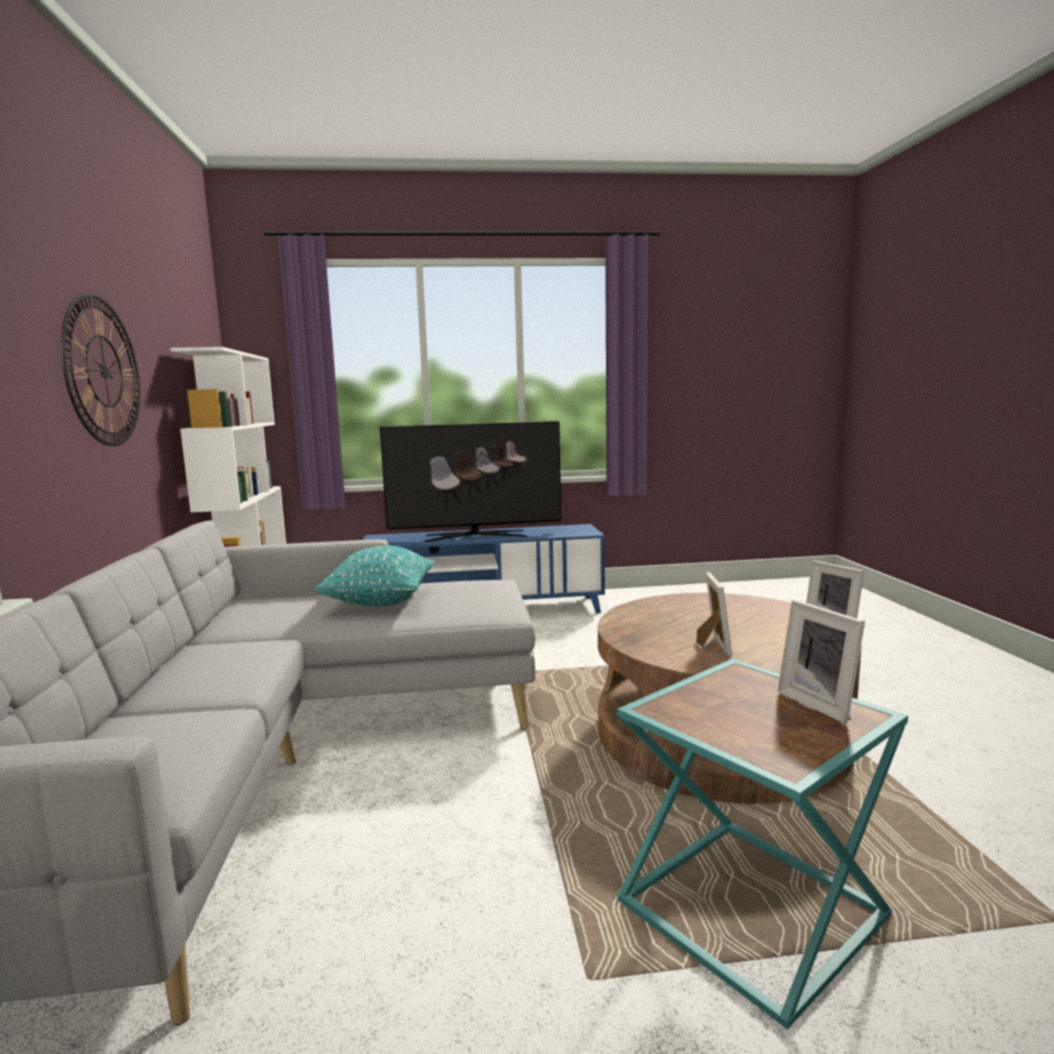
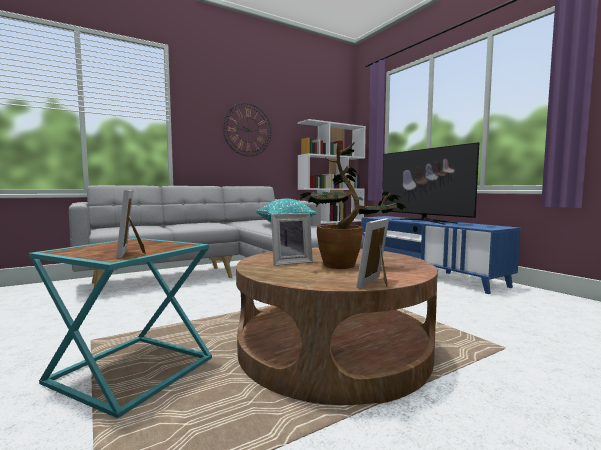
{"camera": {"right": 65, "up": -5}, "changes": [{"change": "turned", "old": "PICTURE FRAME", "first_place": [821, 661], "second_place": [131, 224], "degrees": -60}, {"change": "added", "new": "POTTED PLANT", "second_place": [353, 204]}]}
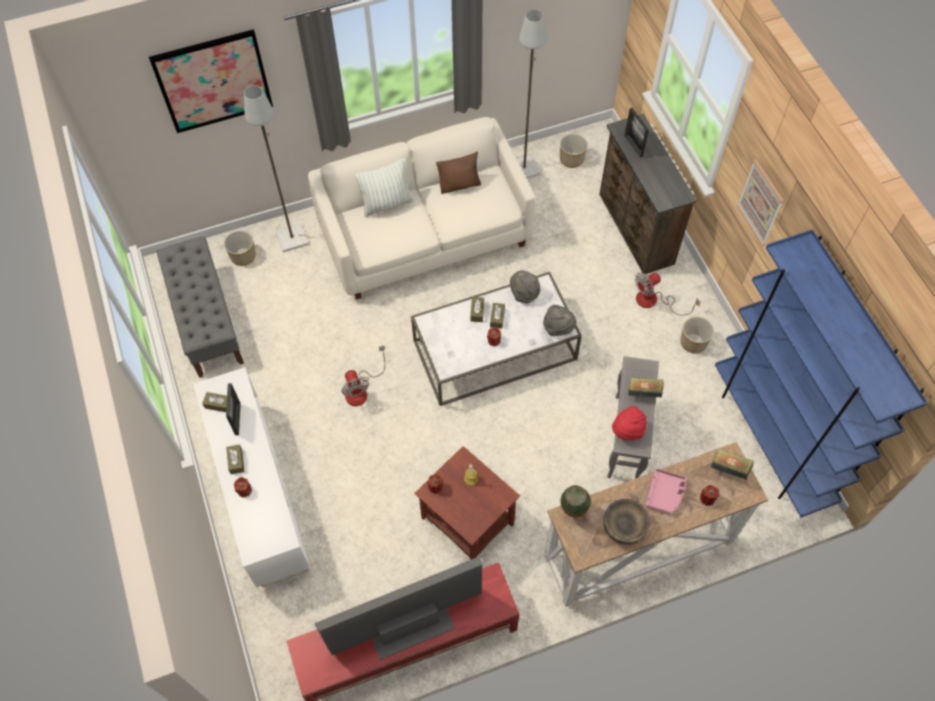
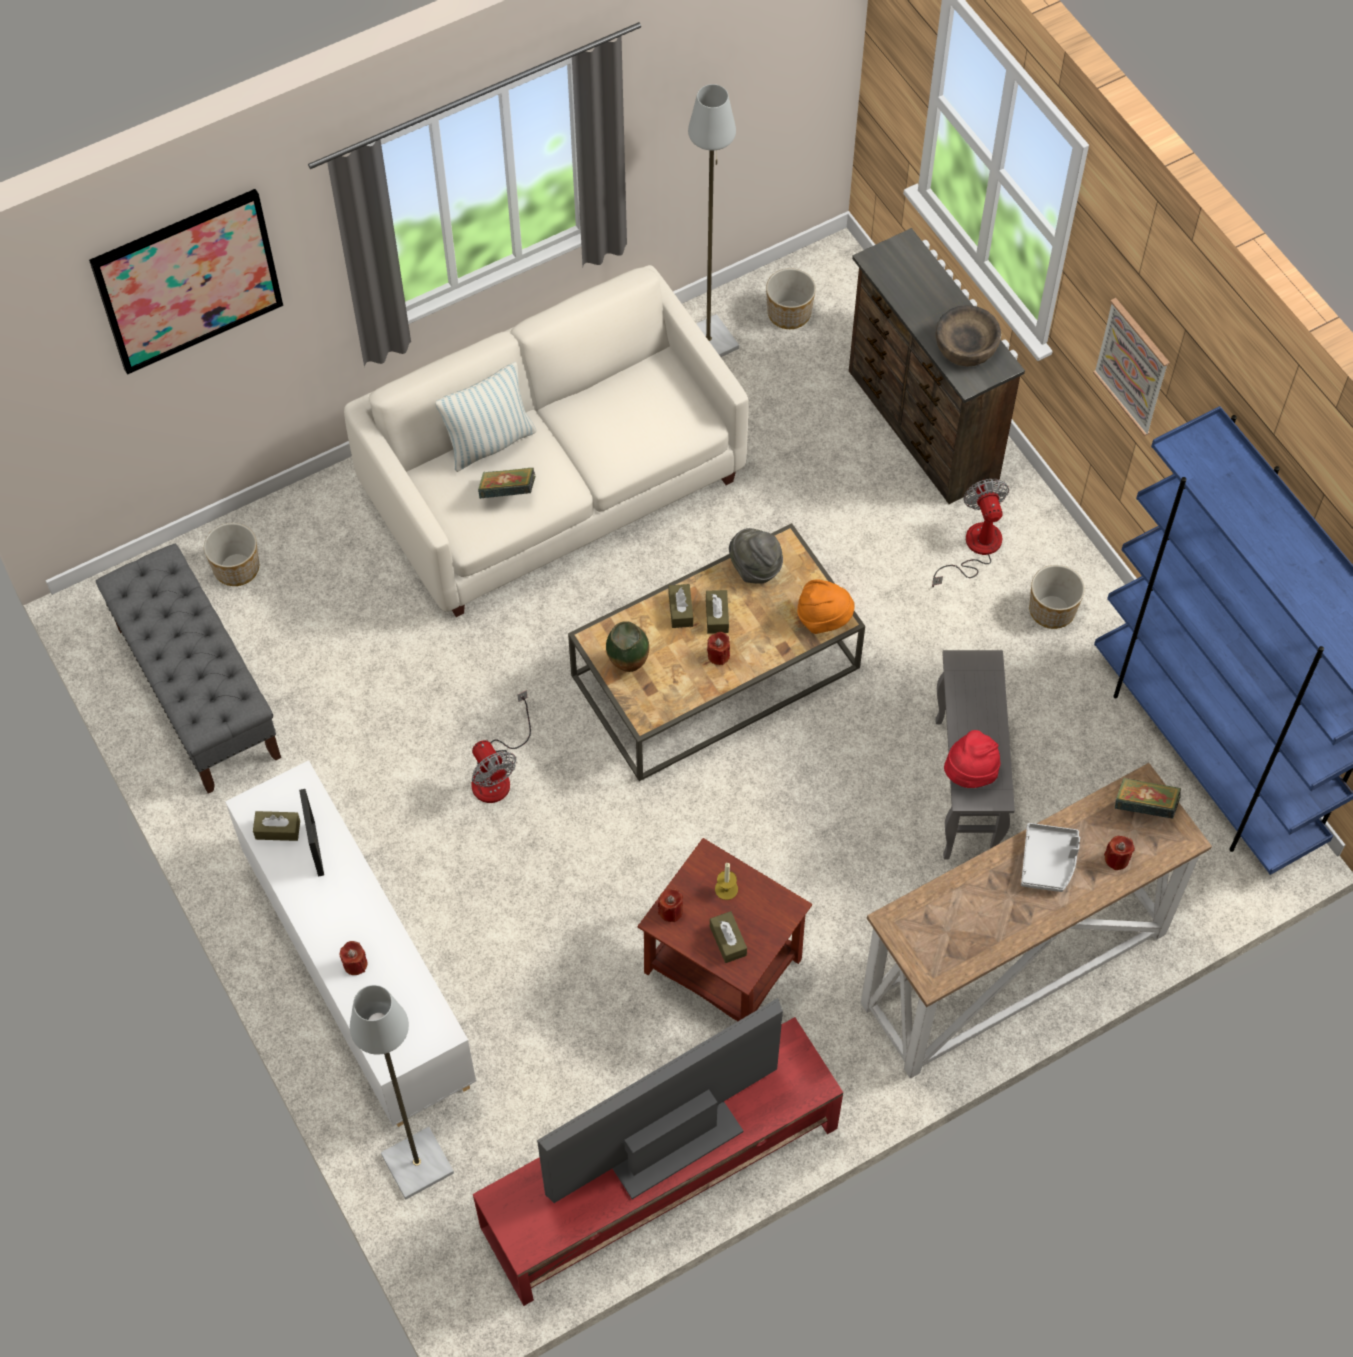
{"camera": {"right": -10, "up": 0}, "changes": [{"change": "moved", "old": "GREY FLOOR LAMP", "first_place": [276, 168], "second_place": [402, 1092]}, {"change": "moved", "old": "BOOK", "first_place": [646, 387], "second_place": [506, 483]}, {"change": "recoloured", "old": "WHITE COFFEE TABLE", "new": "BROWN COFFEE TABLE", "first_place": [496, 339], "second_place": [716, 652]}, {"change": "moved", "old": "VASE", "first_place": [575, 501], "second_place": [627, 646]}, {"change": "moved", "old": "BROWN TISSUE BOX", "first_place": [235, 459], "second_place": [728, 937]}, {"change": "recoloured", "old": "GREY HAT", "new": "ORANGE HAT", "first_place": [560, 320], "second_place": [826, 606]}, {"change": "turned", "old": "FAN", "first_place": [668, 294], "second_place": [970, 533], "degrees": 120}, {"change": "moved", "old": "BROWN BOWL", "first_place": [626, 522], "second_place": [968, 336]}, {"change": "recoloured", "old": "PINK TRAY", "new": "GREY TRAY", "first_place": [666, 491], "second_place": [1050, 857]}, {"change": "removed", "old": "BROWN PILLOW", "first_place": [458, 173]}, {"change": "removed", "old": "PICTURE FRAME", "first_place": [636, 133]}]}
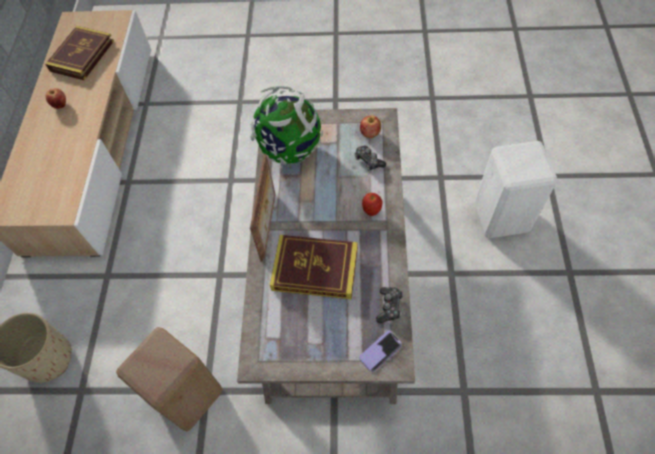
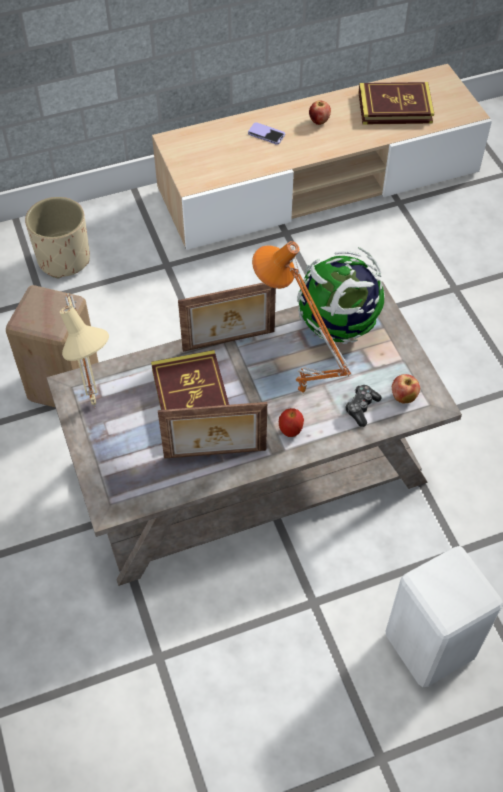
{"camera": {"right": 65, "up": -5}, "changes": [{"change": "added", "new": "BEIGE TABLE LAMP", "second_place": [84, 350]}, {"change": "added", "new": "PICTURE FRAME", "second_place": [212, 430]}, {"change": "moved", "old": "PHONE", "first_place": [380, 351], "second_place": [266, 133]}, {"change": "added", "new": "ORANGE TABLE LAMP", "second_place": [301, 318]}, {"change": "removed", "old": "GAME CONTROLLER", "first_place": [389, 305]}]}
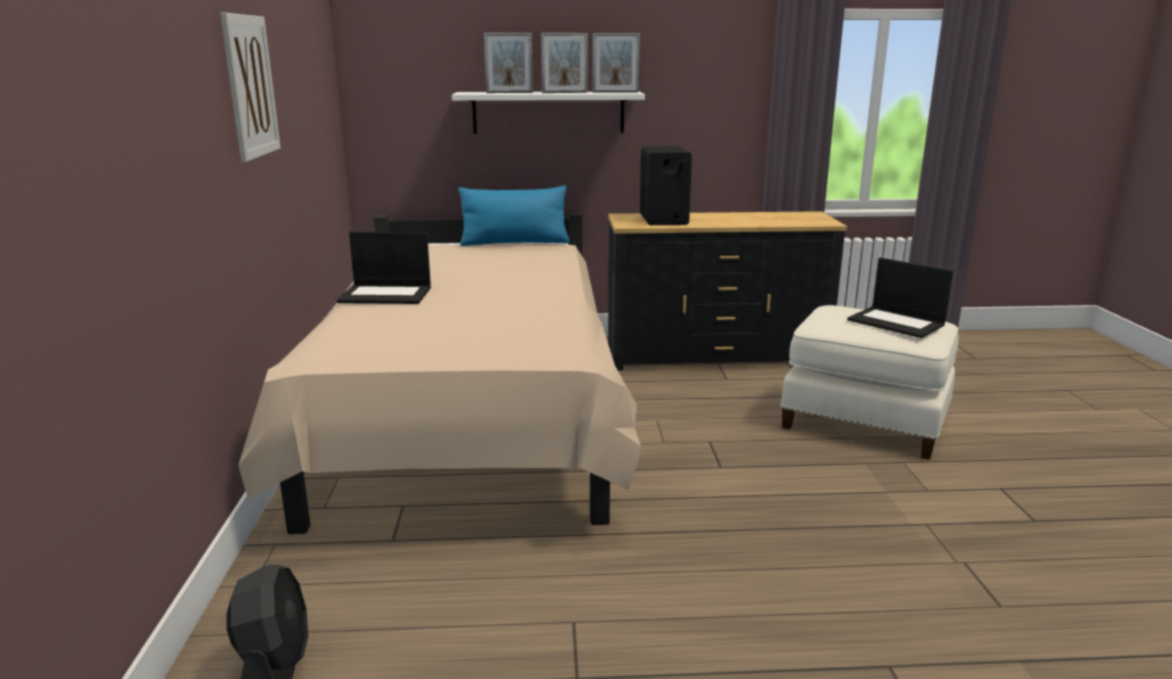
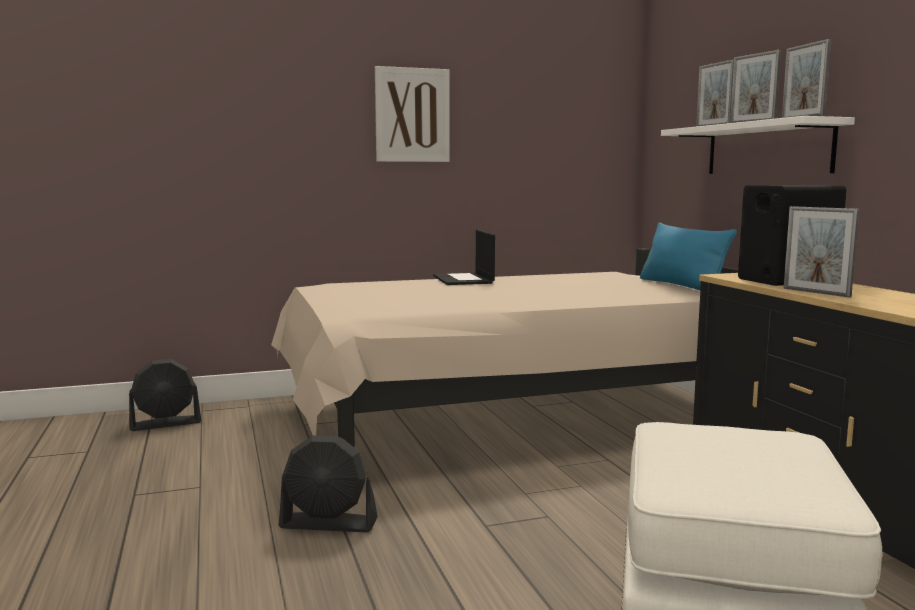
{"camera": {"right": 75, "up": -10}, "changes": [{"change": "added", "new": "BLACK FAN", "second_place": [328, 484]}, {"change": "added", "new": "PICTURE FRAME", "second_place": [821, 251]}, {"change": "removed", "old": "LAPTOP", "first_place": [900, 297]}]}
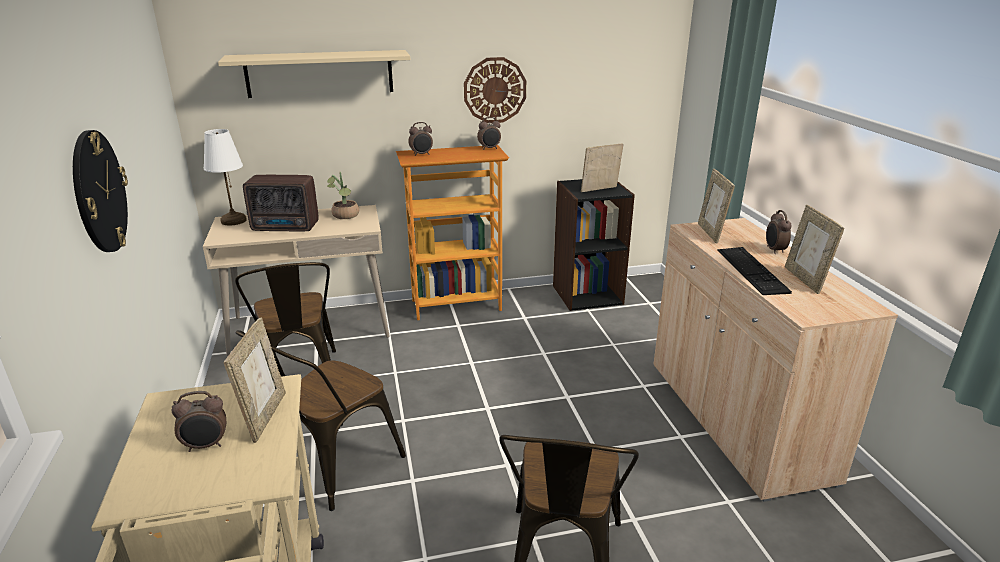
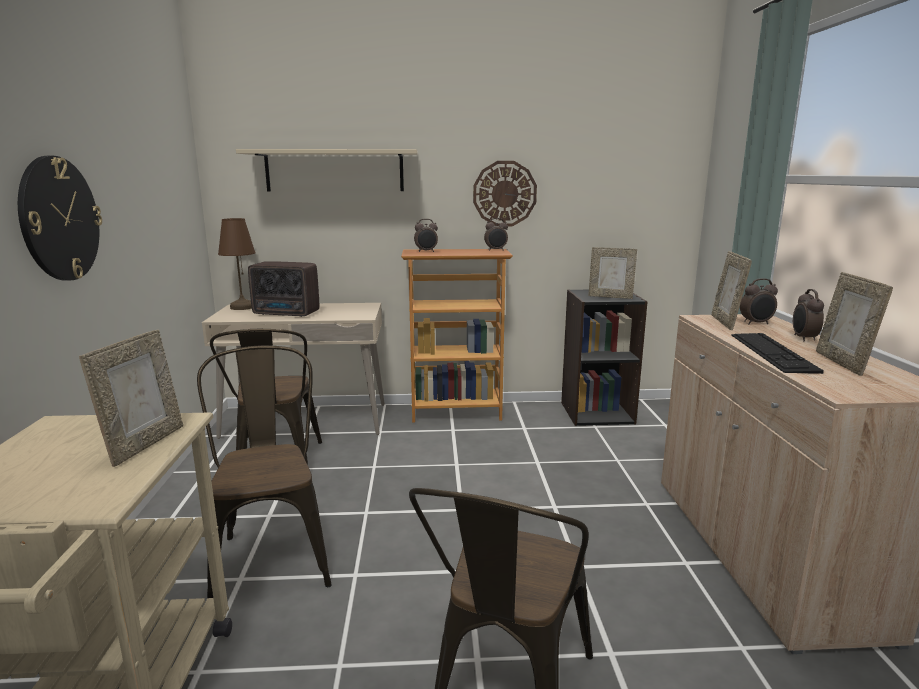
{"camera": {"right": 10, "up": -10}, "changes": [{"change": "turned", "old": "BROWN CHAIR", "first_place": [321, 420], "second_place": [264, 471], "degrees": 120}, {"change": "recoloured", "old": "WHITE TABLE LAMP", "new": "BROWN TABLE LAMP", "first_place": [225, 177], "second_place": [236, 264]}, {"change": "turned", "old": "PICTURE FRAME", "first_place": [602, 167], "second_place": [612, 273], "degrees": -150}, {"change": "moved", "old": "ALARM CLOCK", "first_place": [199, 421], "second_place": [759, 301]}, {"change": "removed", "old": "POTTED PLANT", "first_place": [343, 195]}]}
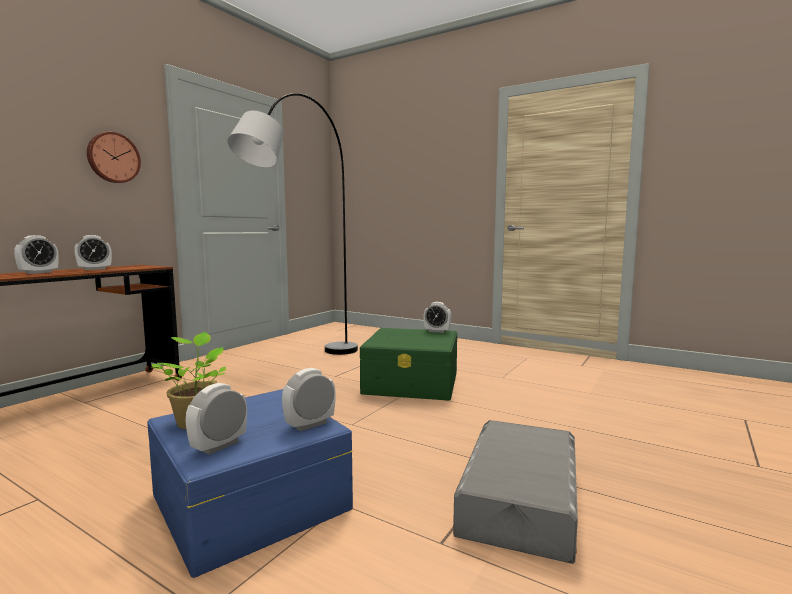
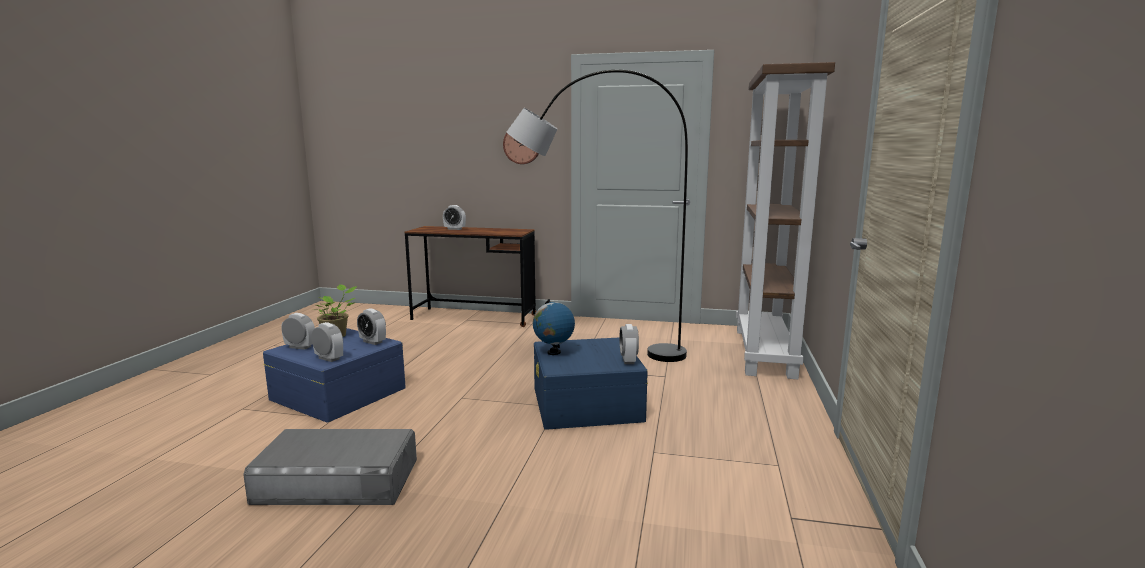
{"camera": {"right": 70, "up": 5}, "changes": [{"change": "moved", "old": "ALARM CLOCK", "first_place": [93, 252], "second_place": [371, 326]}, {"change": "added", "new": "GLOBE", "second_place": [554, 327]}, {"change": "recoloured", "old": "GREEN STORAGE BOX", "new": "BLUE STORAGE BOX", "first_place": [408, 364], "second_place": [591, 384]}, {"change": "added", "new": "BROWN BOOKCASE", "second_place": [785, 220]}]}
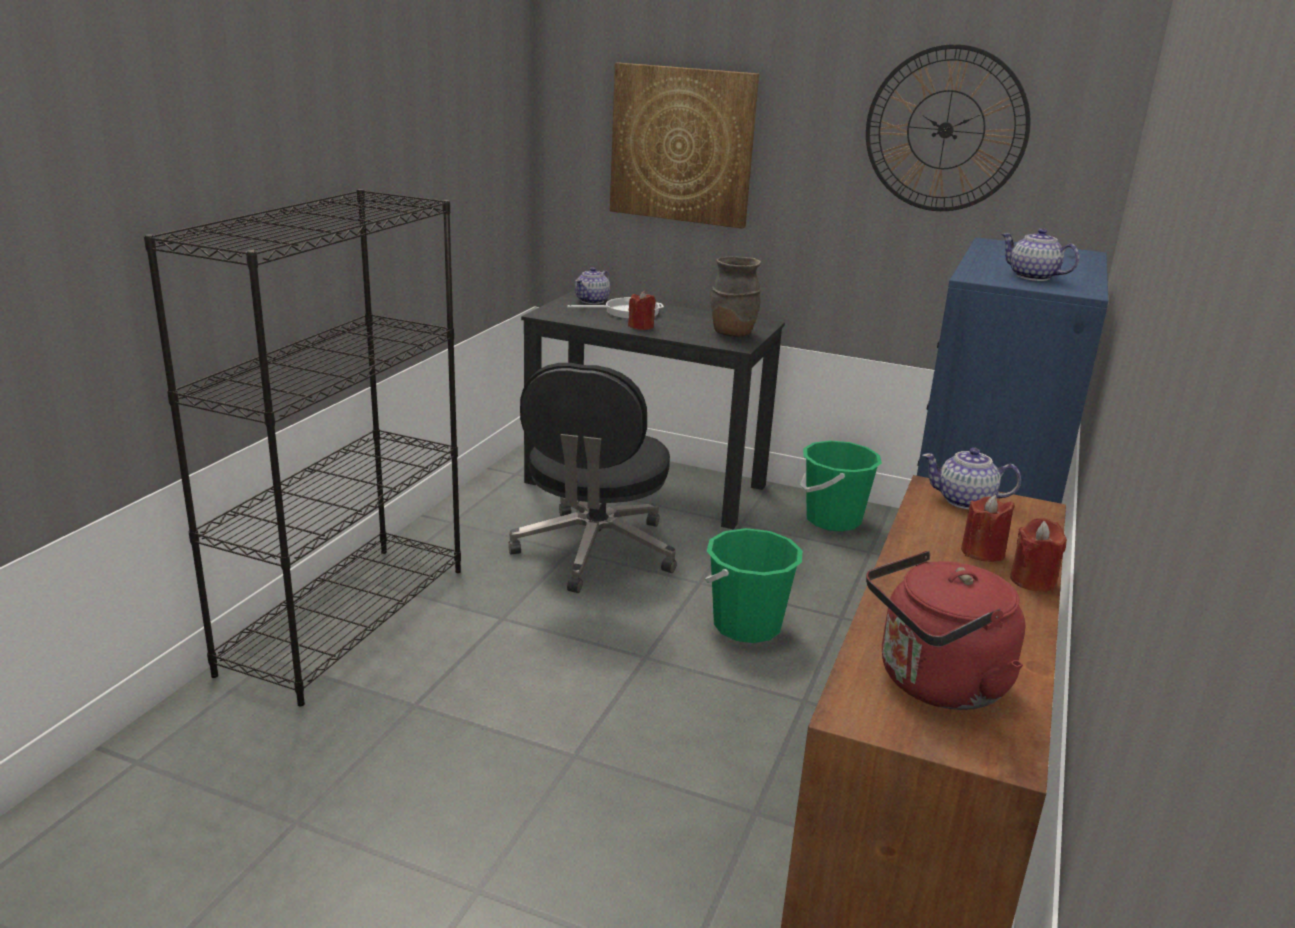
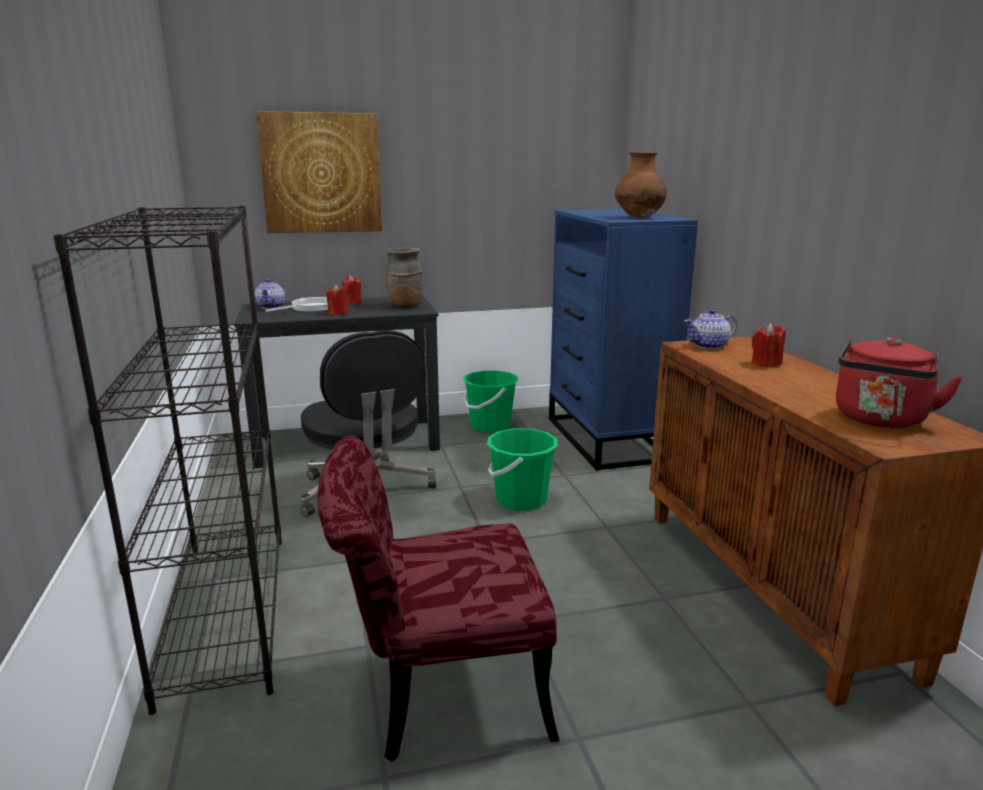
{"camera": {"right": -35, "up": -5}, "changes": [{"change": "added", "new": "RED CHAIR", "second_place": [438, 599]}, {"change": "moved", "old": "RED CANDLE", "first_place": [1038, 555], "second_place": [352, 289]}, {"change": "replaced", "old": "TEAPOT", "new": "BROWN VASE", "first_place": [1040, 254], "second_place": [641, 184]}, {"change": "removed", "old": "WALL CLOCK", "first_place": [948, 127]}]}
